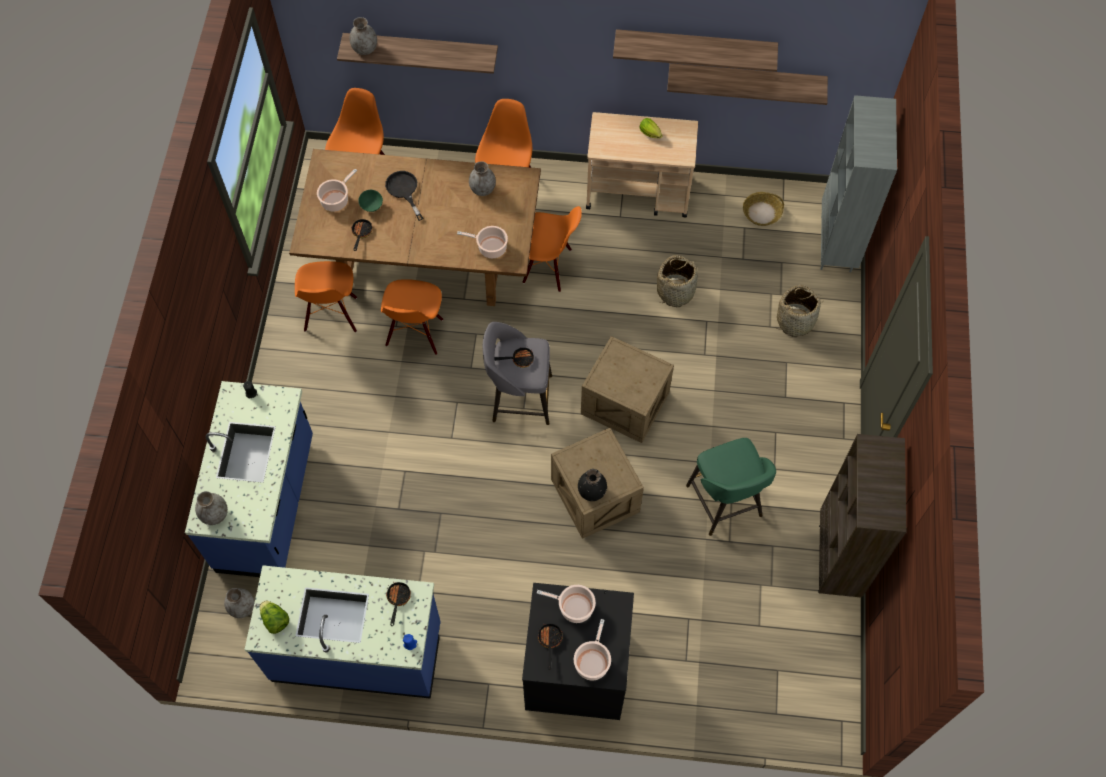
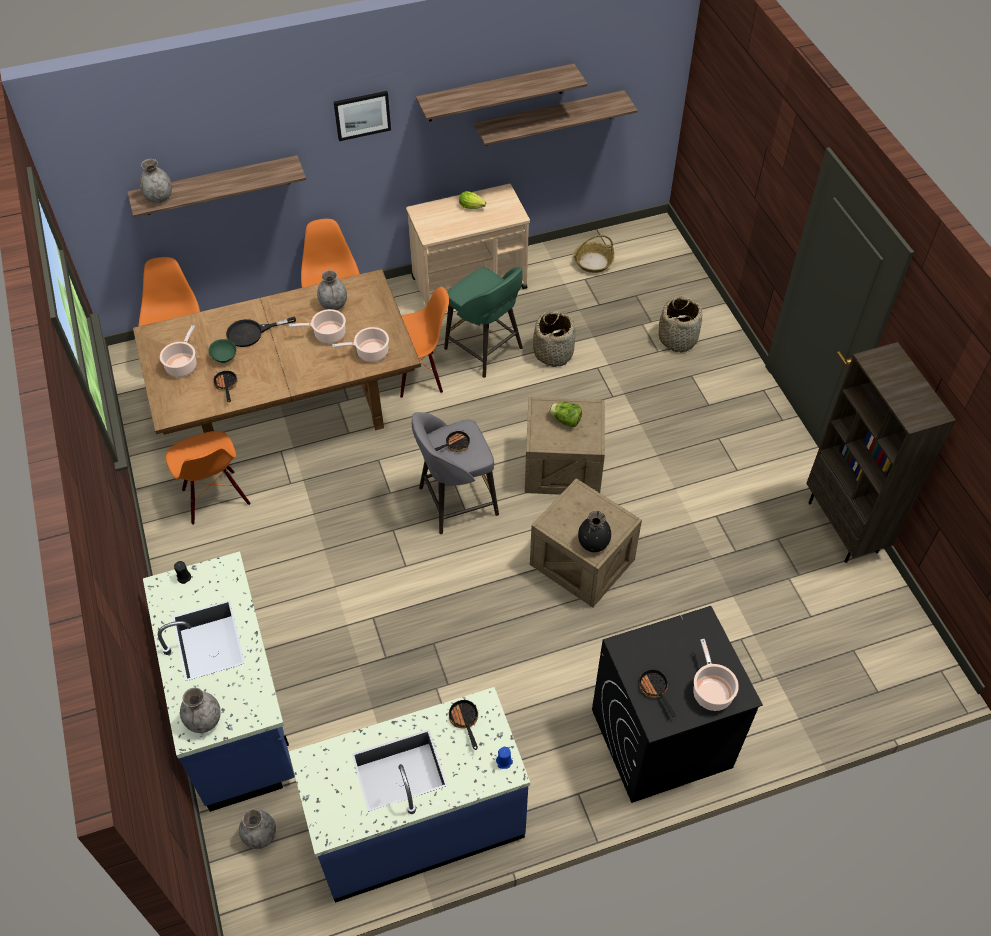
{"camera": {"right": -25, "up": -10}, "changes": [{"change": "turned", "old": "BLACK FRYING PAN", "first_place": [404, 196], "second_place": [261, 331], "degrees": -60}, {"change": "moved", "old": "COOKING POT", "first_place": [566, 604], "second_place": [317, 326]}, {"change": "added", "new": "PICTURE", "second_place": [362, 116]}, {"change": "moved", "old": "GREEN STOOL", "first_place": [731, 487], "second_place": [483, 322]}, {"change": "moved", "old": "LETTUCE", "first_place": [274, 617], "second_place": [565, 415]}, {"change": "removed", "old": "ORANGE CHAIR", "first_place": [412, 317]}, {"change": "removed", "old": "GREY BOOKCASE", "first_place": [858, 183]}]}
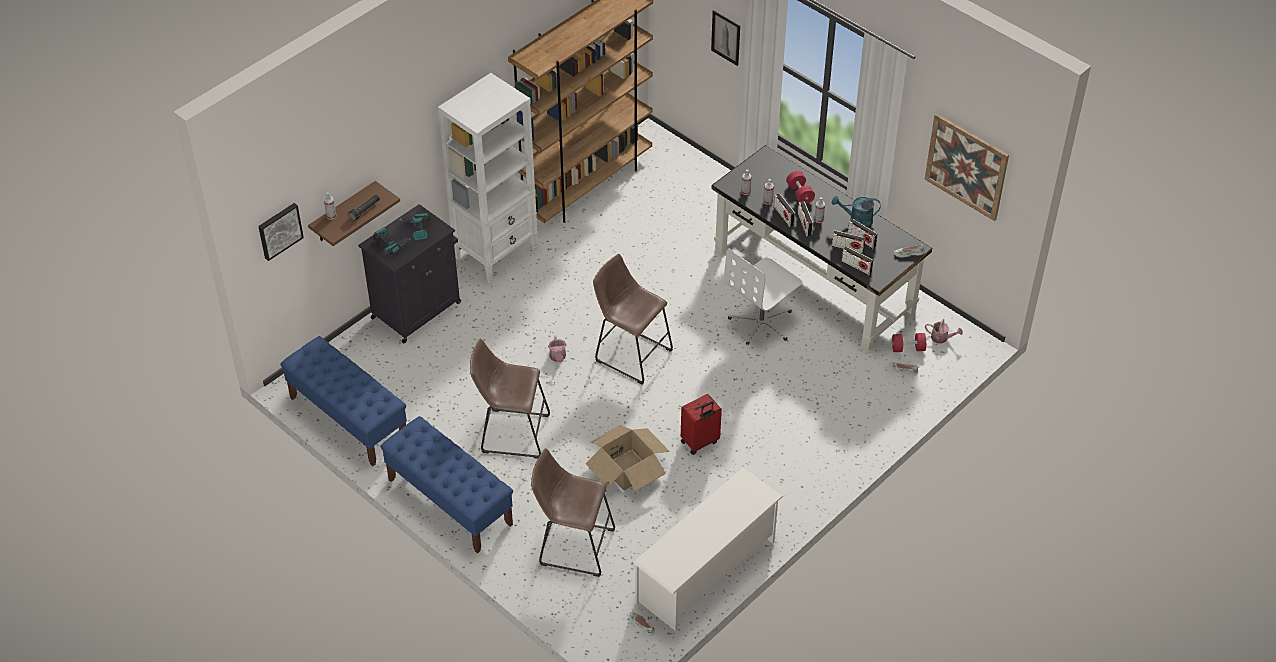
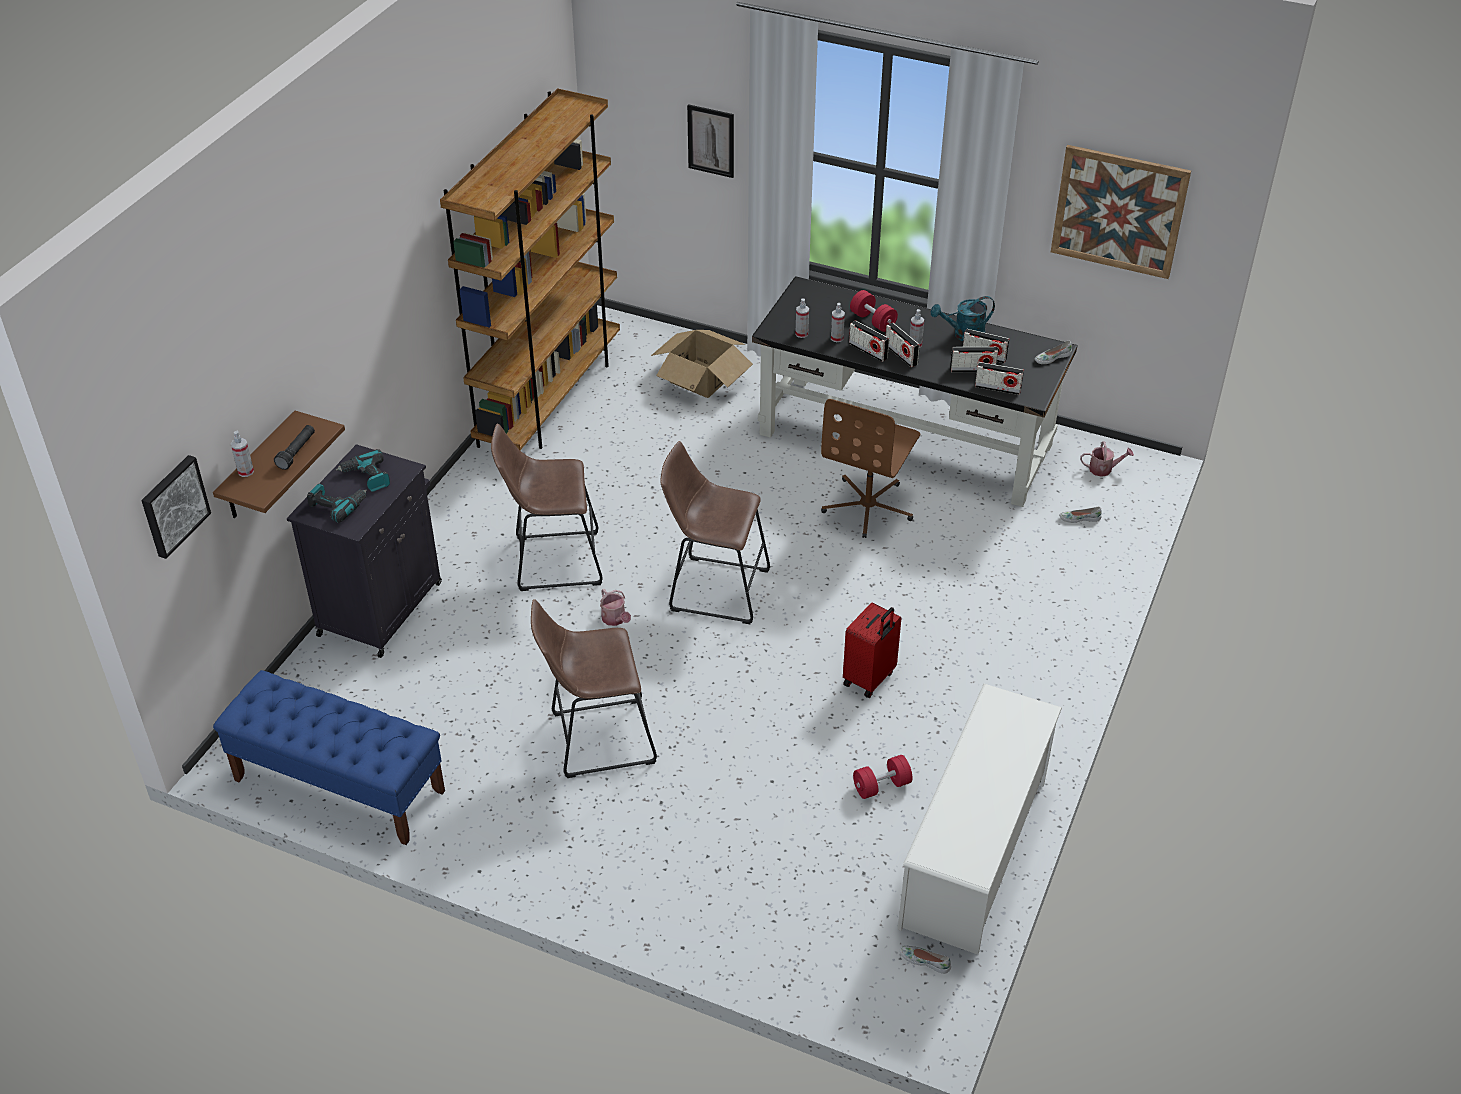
{"camera": {"right": -20, "up": -5}, "changes": [{"change": "moved", "old": "BROWN STOOL", "first_place": [573, 512], "second_place": [547, 507]}, {"change": "moved", "old": "CARDBOARD BOX", "first_place": [628, 458], "second_place": [702, 364]}, {"change": "recoloured", "old": "WHITE OFFICE CHAIR", "new": "BROWN OFFICE CHAIR", "first_place": [763, 297], "second_place": [870, 468]}, {"change": "moved", "old": "RED DUMBBELL", "first_place": [909, 342], "second_place": [883, 777]}, {"change": "removed", "old": "BLUE BENCH", "first_place": [446, 485]}, {"change": "removed", "old": "WHITE BOOKCASE", "first_place": [488, 178]}]}
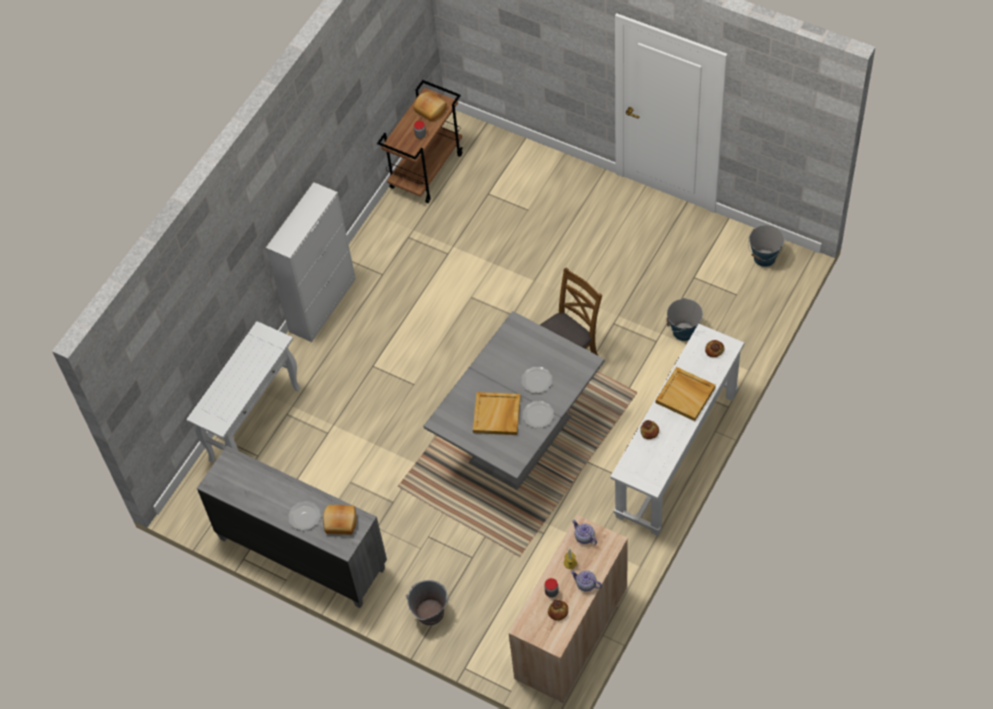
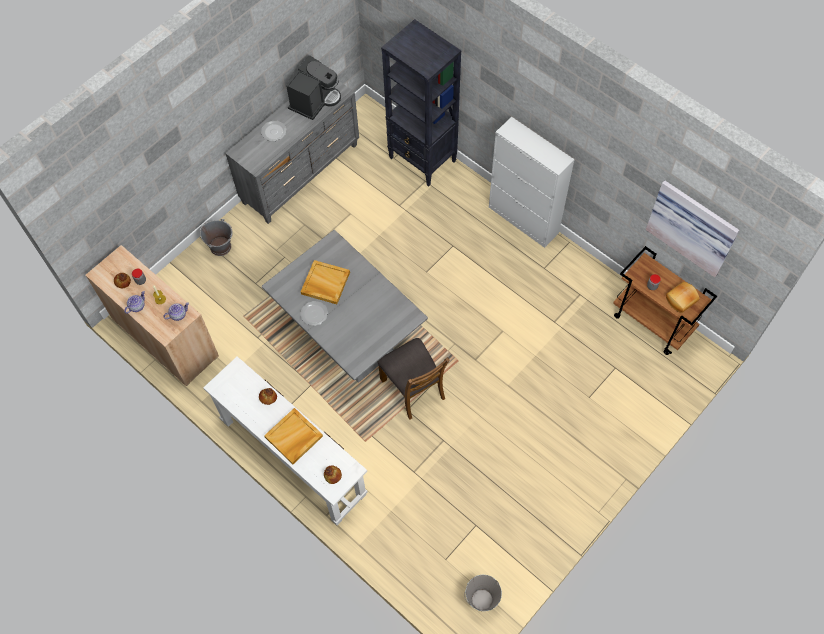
{"camera": {"right": 100, "up": 5}, "changes": [{"change": "added", "new": "COFFEE MACHINE", "second_place": [313, 87]}, {"change": "replaced", "old": "WHITE CONSOLE TABLE", "new": "BLACK BOOKCASE", "first_place": [243, 392], "second_place": [421, 103]}, {"change": "added", "new": "PICTURE", "second_place": [693, 228]}, {"change": "removed", "old": "BREAD", "first_place": [340, 520]}, {"change": "removed", "old": "PLATE", "first_place": [536, 380]}, {"change": "removed", "old": "BUCKET", "first_place": [685, 319]}]}
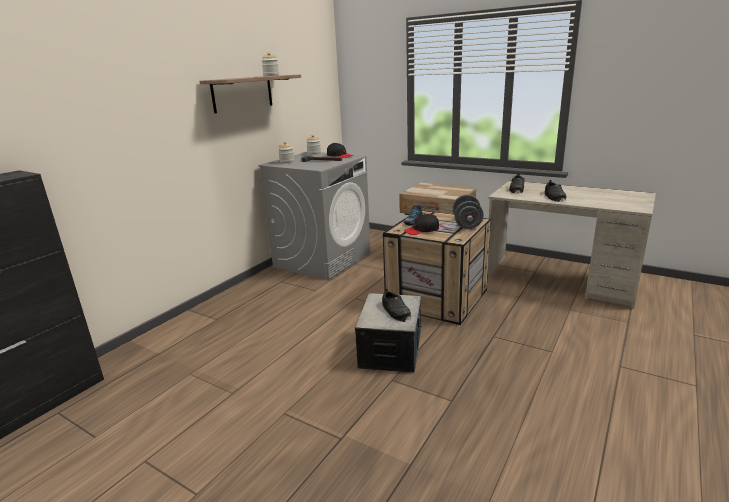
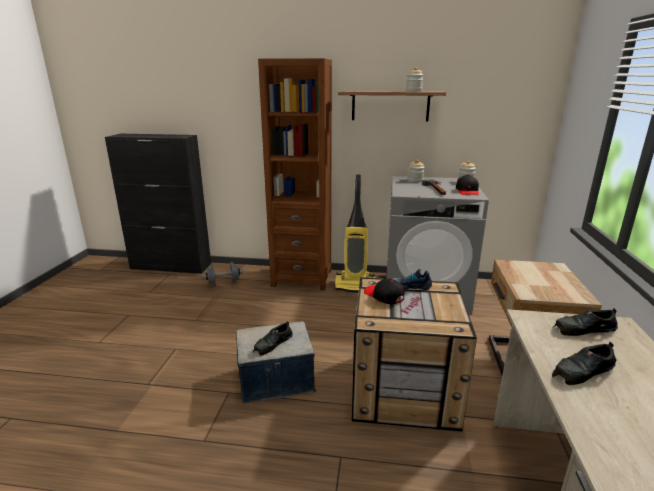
{"camera": {"right": 65, "up": 0}, "changes": [{"change": "moved", "old": "GREY DUMBBELL", "first_place": [468, 212], "second_place": [223, 274]}, {"change": "added", "new": "BROWN BOOKCASE", "second_place": [295, 174]}, {"change": "added", "new": "VACUUM CLEANER", "second_place": [354, 233]}]}
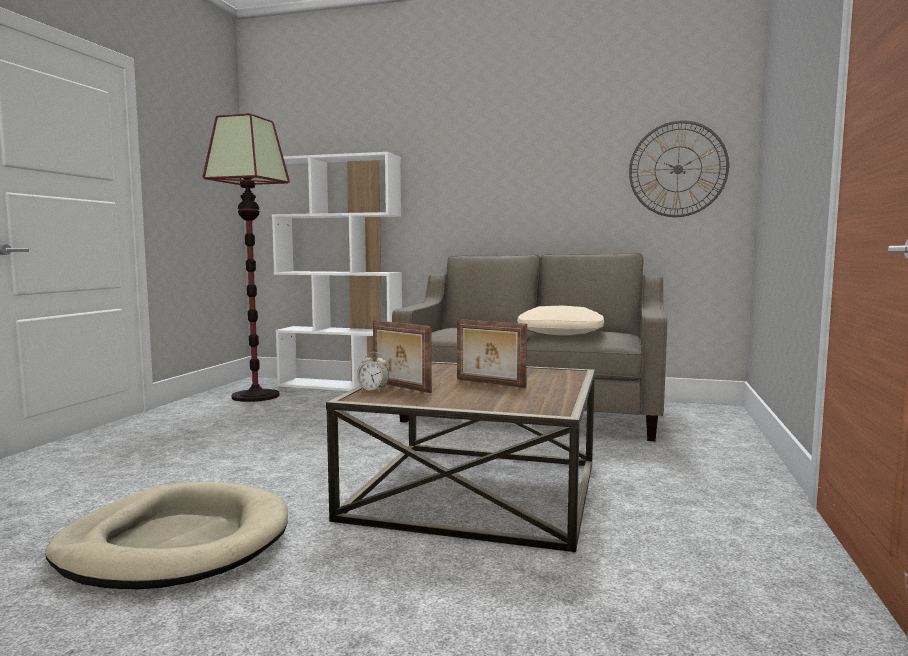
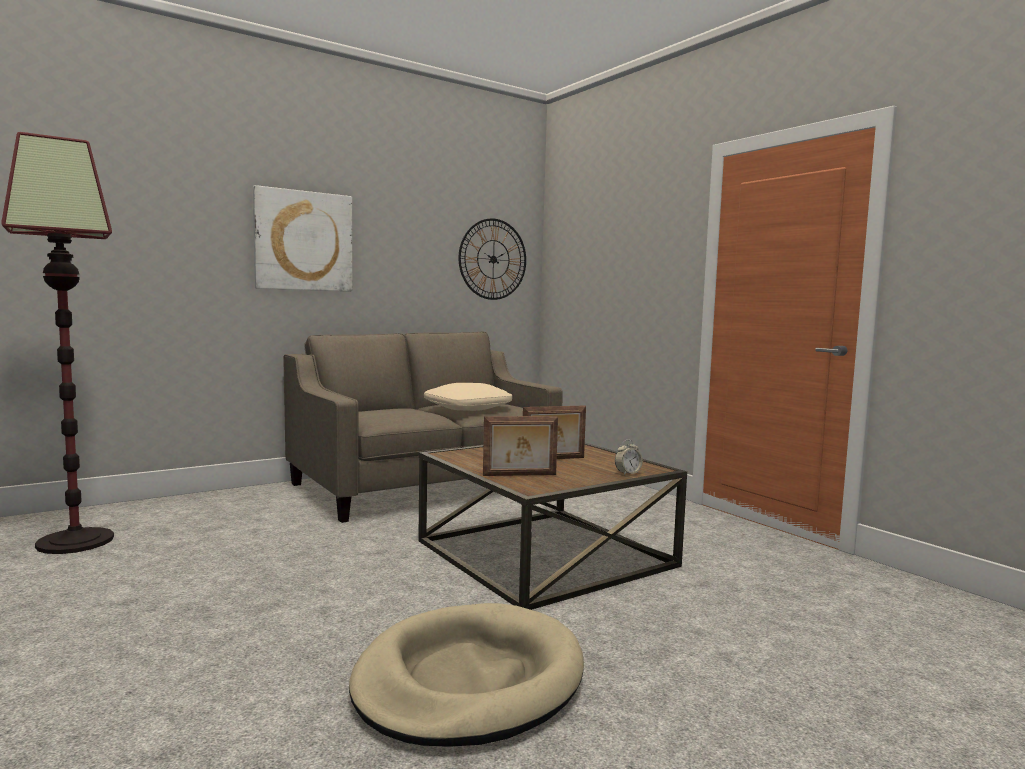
{"camera": {"right": -50, "up": 0}, "changes": [{"change": "added", "new": "PICTURE", "second_place": [302, 238]}, {"change": "moved", "old": "ALARM CLOCK", "first_place": [373, 372], "second_place": [629, 457]}, {"change": "removed", "old": "WHITE BOOKCASE", "first_place": [337, 271]}]}
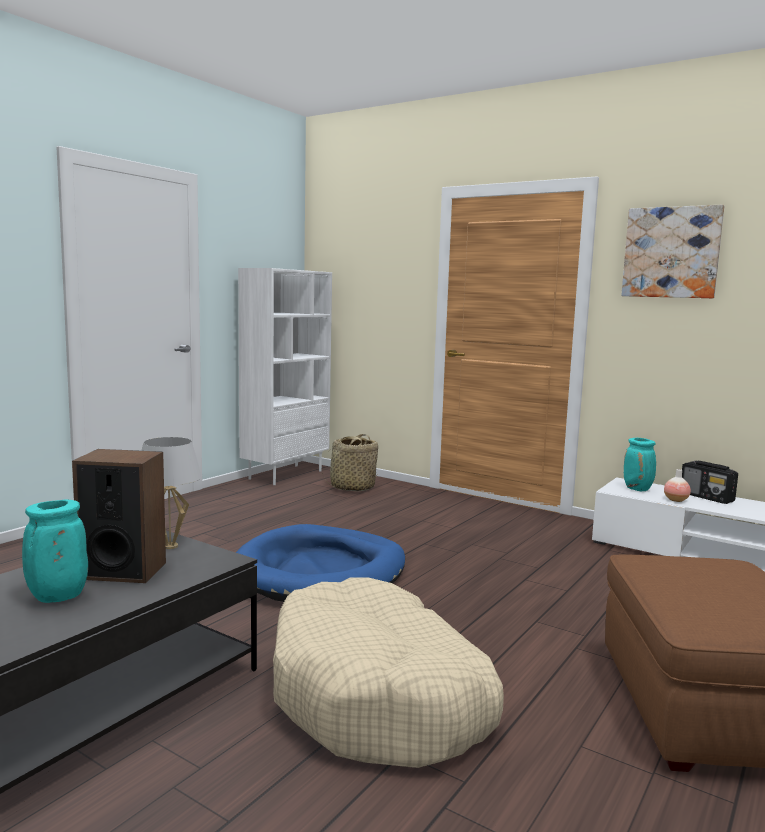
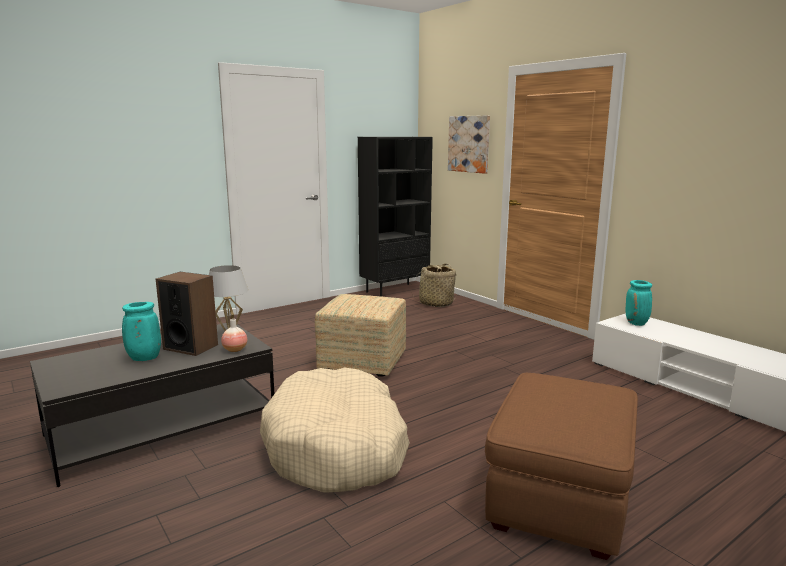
{"camera": {"right": 20, "up": 5}, "changes": [{"change": "moved", "old": "VASE", "first_place": [677, 485], "second_place": [234, 335]}, {"change": "replaced", "old": "BLUE DOG BED", "new": "OTTOMAN", "first_place": [320, 563], "second_place": [360, 335]}, {"change": "recoloured", "old": "WHITE BOOKCASE", "new": "BLACK BOOKCASE", "first_place": [285, 376], "second_place": [395, 217]}, {"change": "moved", "old": "PICTURE", "first_place": [673, 252], "second_place": [469, 144]}, {"change": "removed", "old": "RADIO", "first_place": [710, 482]}]}
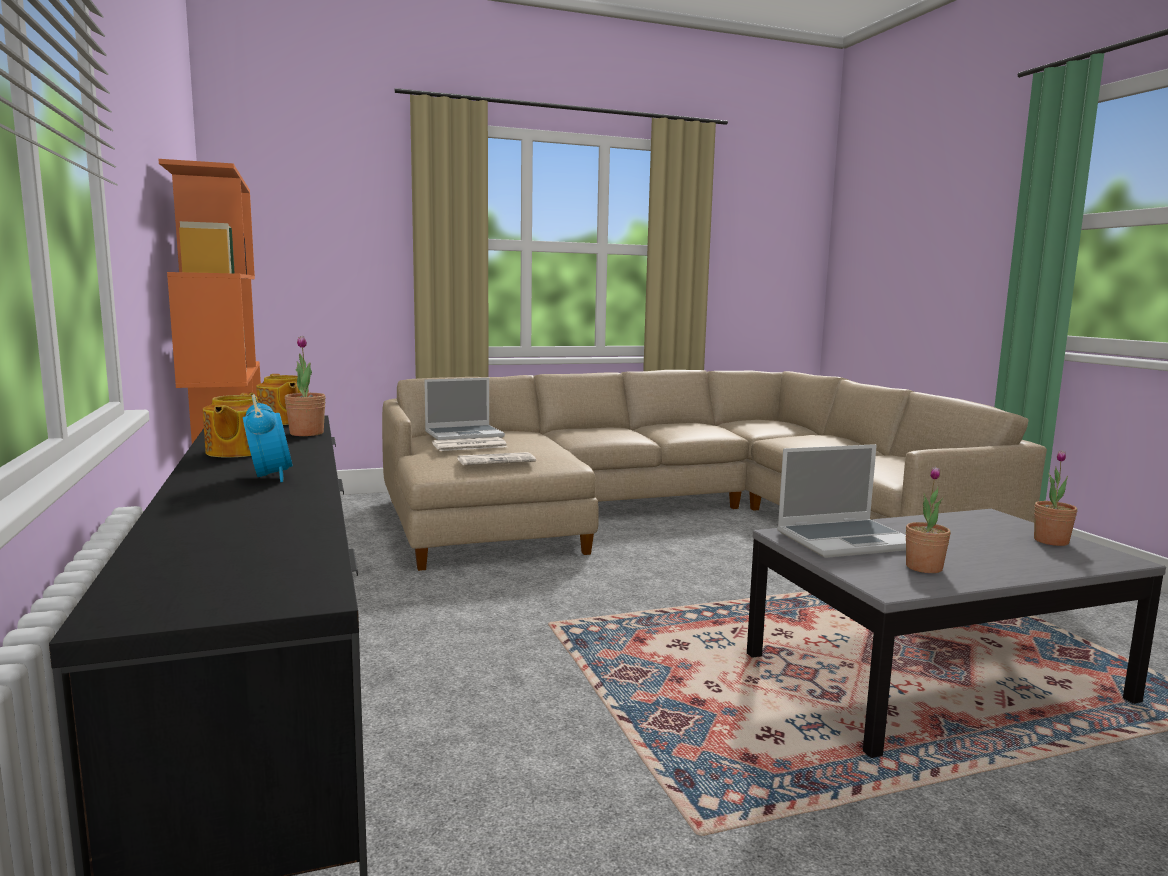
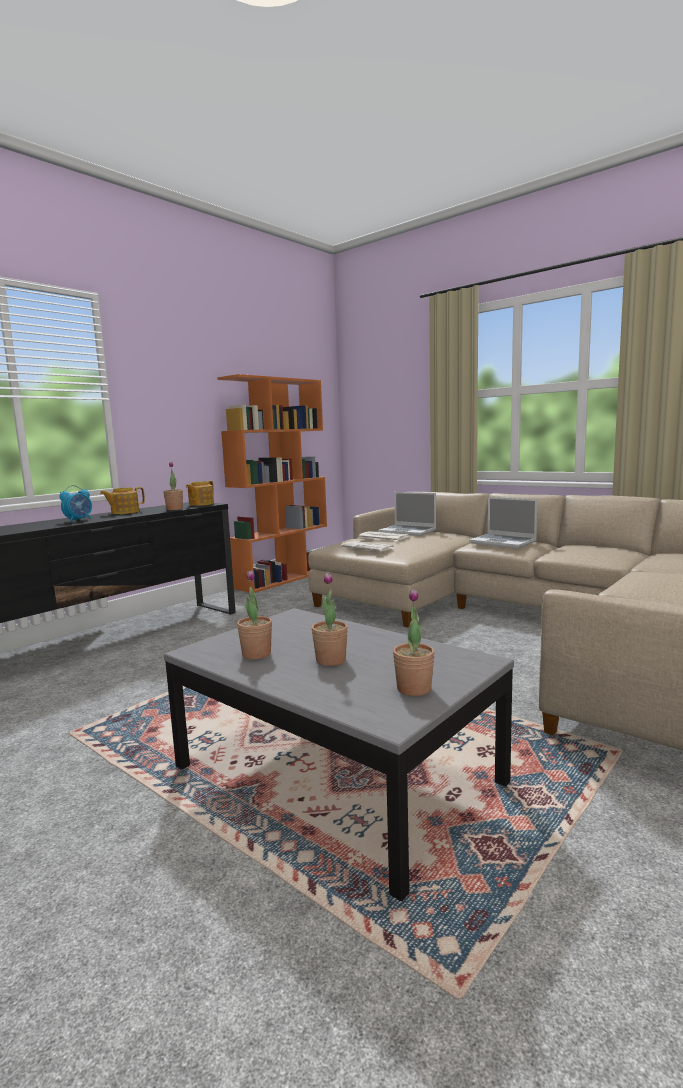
{"camera": {"right": 60, "up": 0}, "changes": [{"change": "added", "new": "POTTED PLANT", "second_place": [330, 619]}, {"change": "moved", "old": "LAPTOP", "first_place": [841, 501], "second_place": [503, 522]}]}
